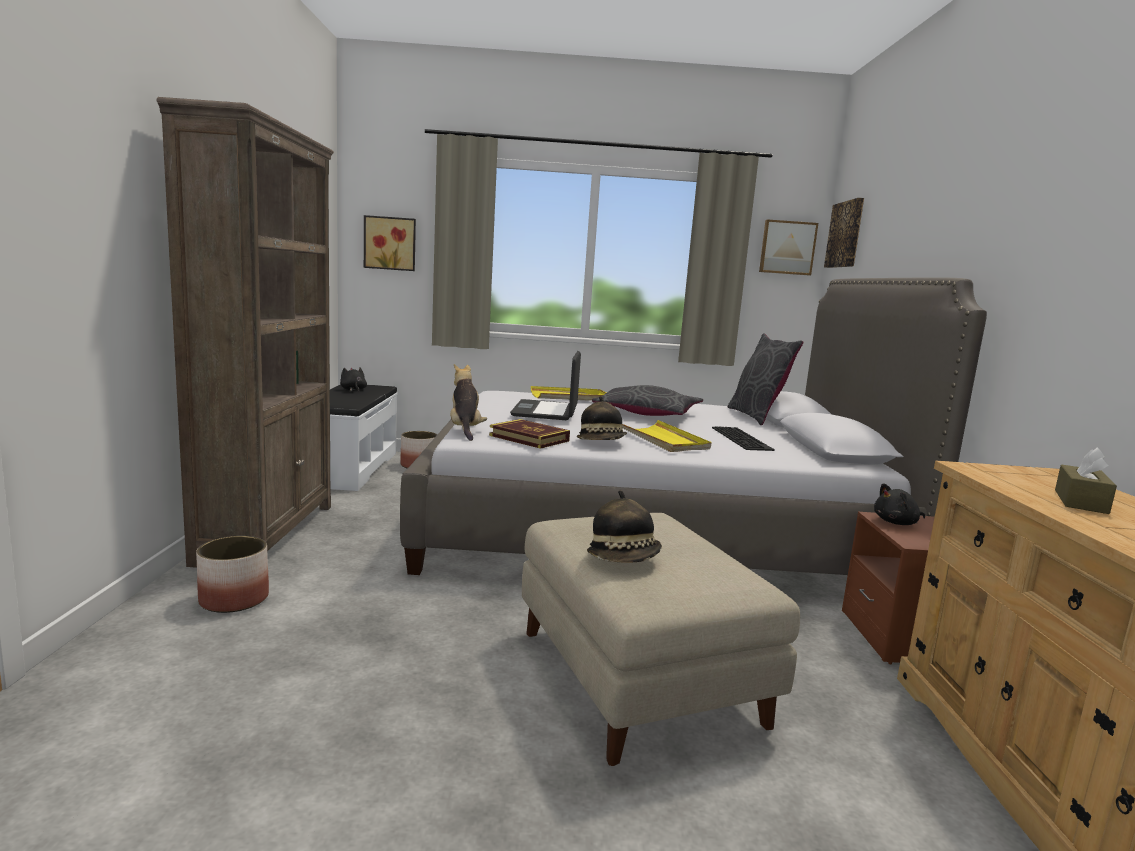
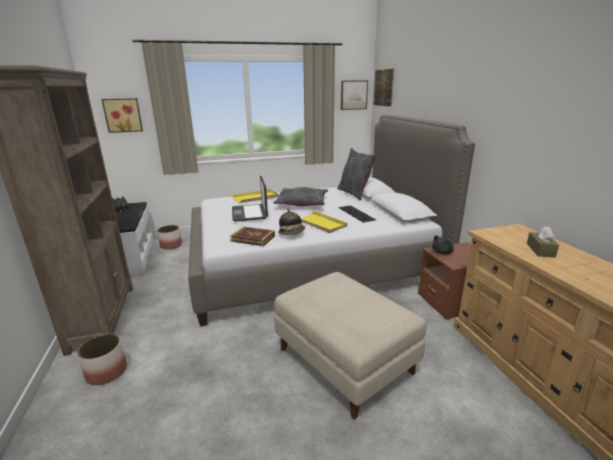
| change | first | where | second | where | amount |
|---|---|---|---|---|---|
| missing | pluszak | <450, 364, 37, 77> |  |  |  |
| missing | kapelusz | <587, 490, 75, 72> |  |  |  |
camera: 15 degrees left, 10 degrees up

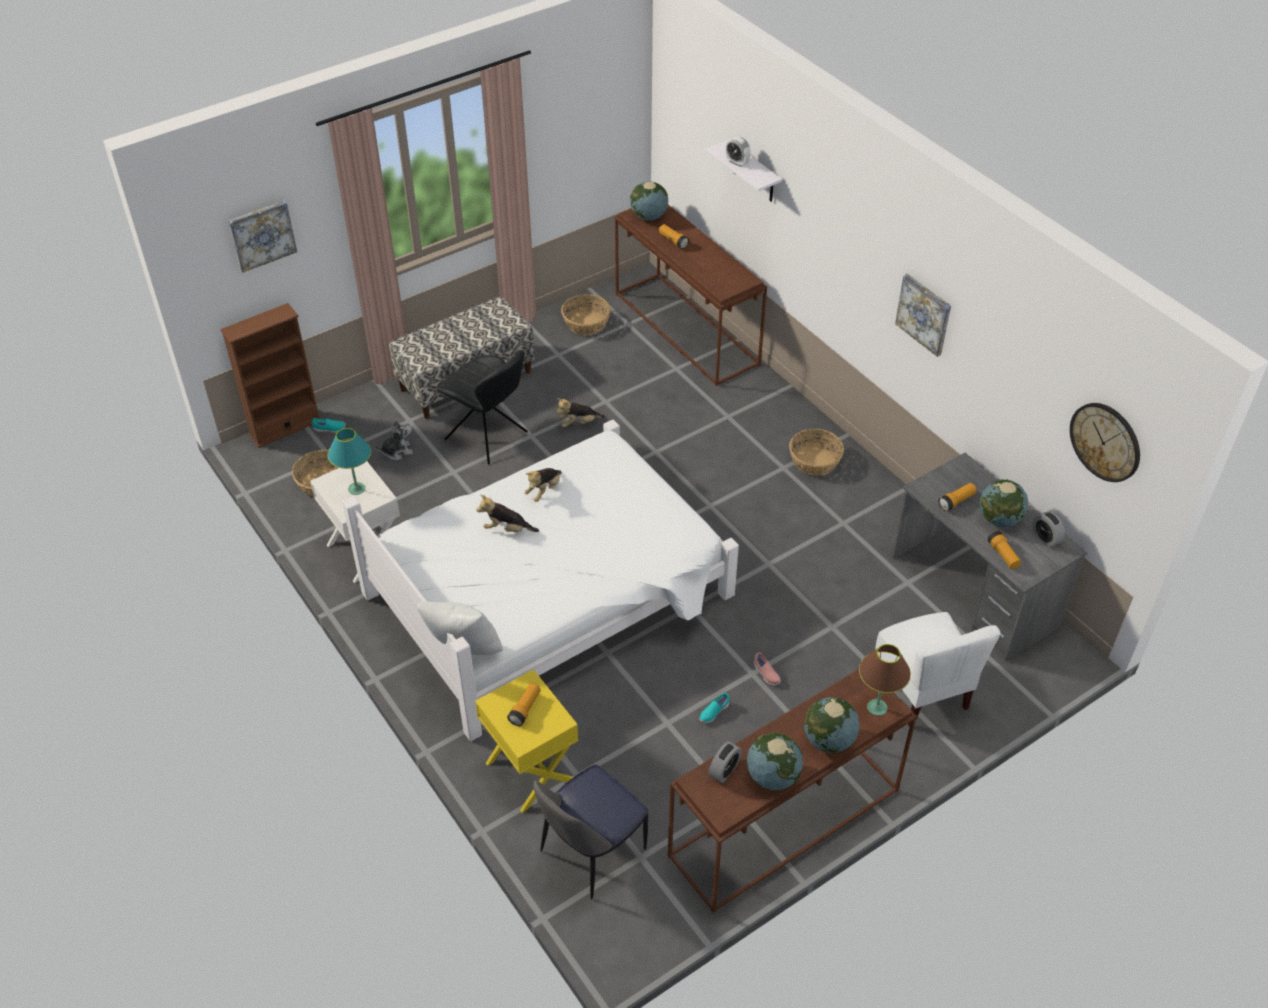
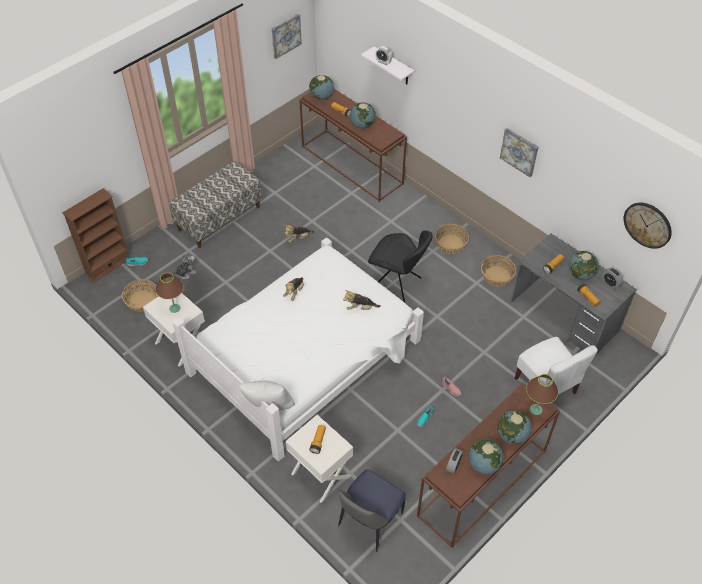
| change | first | where | second | where | amount |
|---|---|---|---|---|---|
| appeared |  |  | globus | <350, 102, 26, 27> |  |
| relocated | obraz | <228, 201, 69, 71> |  | <272, 14, 30, 45> |  |
| relocated | krzesło/czarny | <436, 350, 92, 115> |  | <368, 231, 65, 72> |  |
| relocated | pluszak | <476, 495, 63, 37> |  | <343, 290, 38, 20> |  |
| relocated | koszyk | <561, 294, 50, 41> |  | <481, 255, 36, 31> |  |
| colour | lampa stołowa/turkusowy | <328, 428, 43, 67> | lampa stołowa/brązowy | <155, 273, 29, 40> |  |
| colour | szafka nocna/żółty | <475, 669, 103, 144> | szafka nocna/biały | <286, 415, 67, 88> |  |
camera: 10 degrees left, 5 degrees up

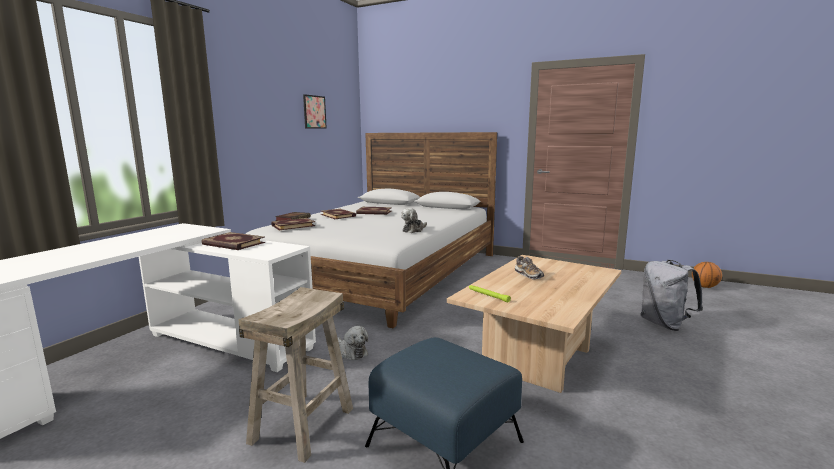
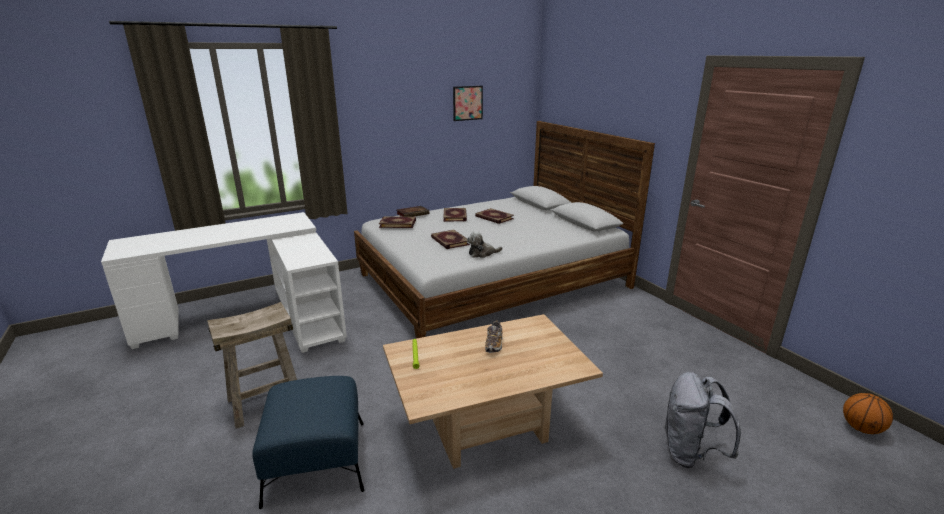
| change | first | where | second | where | amount |
|---|---|---|---|---|---|
| missing | pluszak | <338, 326, 30, 34> |  |  |  |
| relocated | książka | <202, 232, 63, 18> |  | <431, 230, 39, 19> |  |
camera: 35 degrees right, 10 degrees up

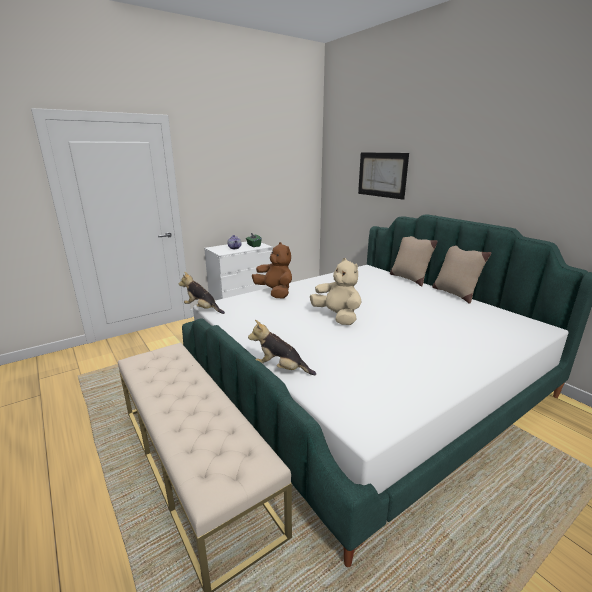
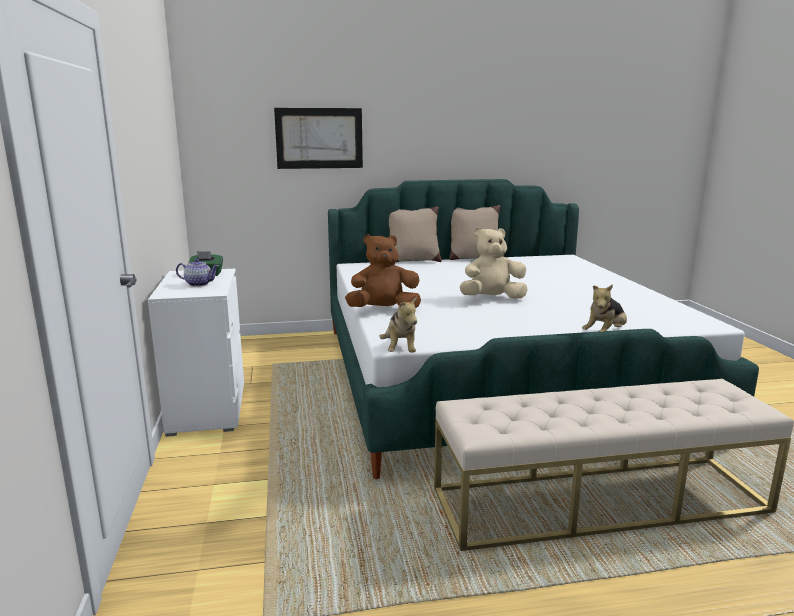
| change | first | where | second | where | amount |
|---|---|---|---|---|---|
| spun | pluszak | <179, 272, 46, 42> |  | <379, 296, 38, 57> | 60 degrees counterclockwise |
camera: 65 degrees left, 5 degrees down

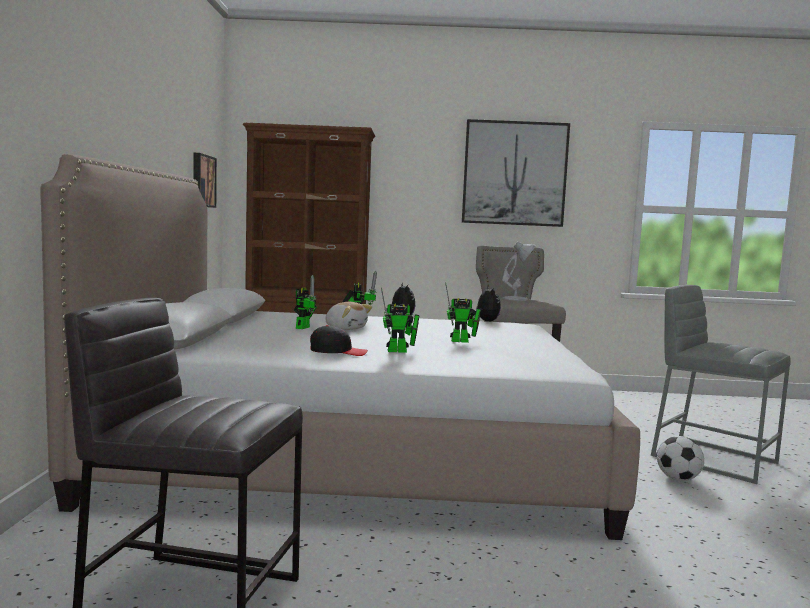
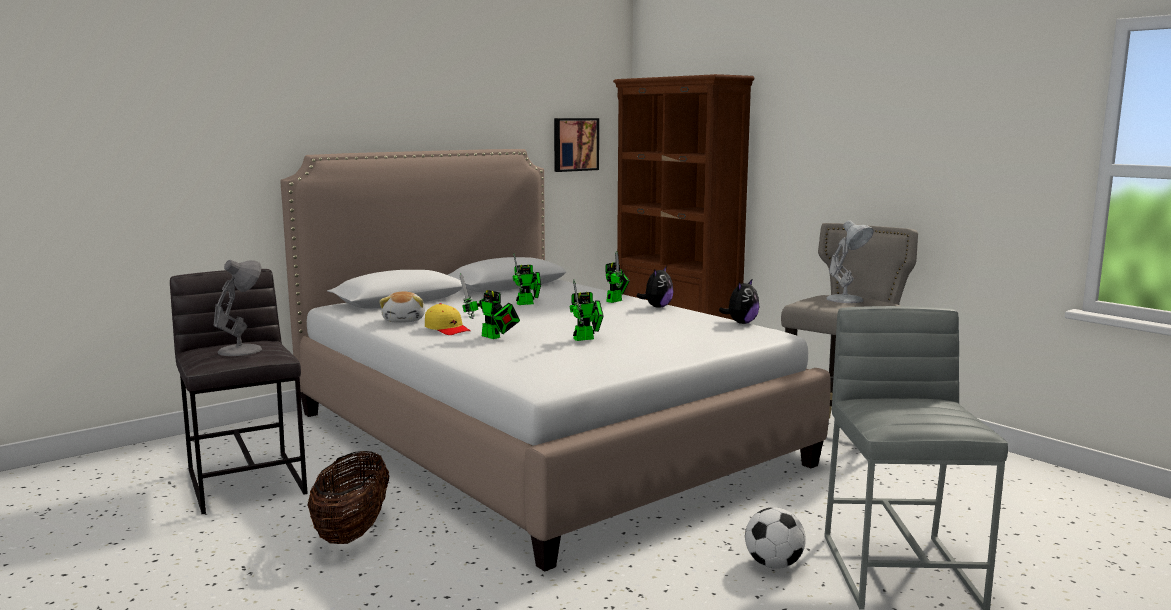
| change | first | where | second | where | amount |
|---|---|---|---|---|---|
| missing | obraz | <462, 119, 108, 108> |  |  |  |
| appeared |  |  | lampa stołowa/szary | <213, 260, 49, 96> |  |
| appeared |  |  | koszyk | <307, 451, 82, 93> |  |
| relocated | pluszak | <325, 302, 47, 28> |  | <379, 292, 46, 31> |  |
| colour | czapka z daszkiem/czarny | <310, 325, 58, 31> | czapka z daszkiem/żółty | <425, 303, 45, 32> |  |
| spun | robot zabawkowy | <445, 282, 36, 61> |  | <569, 279, 35, 62> | 75 degrees counterclockwise |
camera: 50 degrees right, 5 degrees up

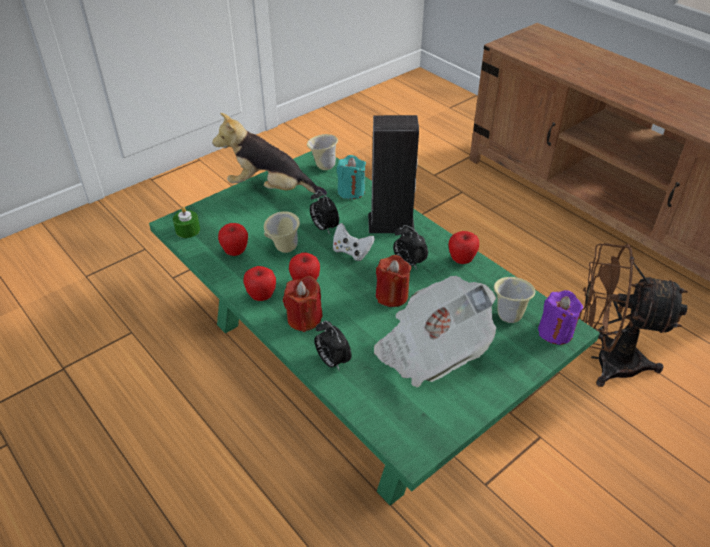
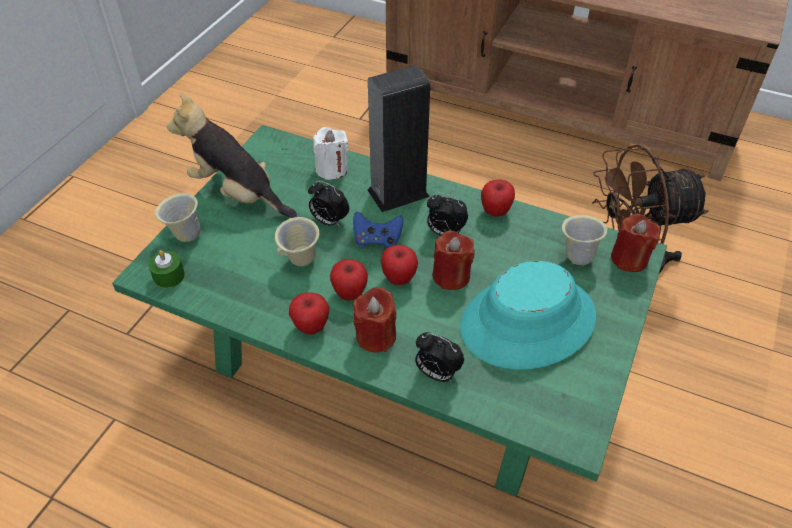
| change | first | where | second | where | amount |
|---|---|---|---|---|---|
| relocated | jabłko | <218, 223, 30, 33> |  | <381, 245, 37, 40> |  |
| relocated | kubek/beżowy | <307, 134, 31, 36> |  | <155, 193, 45, 49> |  |
| exchanged | gazeta | <374, 276, 122, 112> | kapelusz/turkusowy | <460, 261, 136, 109> |  |
| colour | pad do gier/biały | <333, 223, 42, 38> | pad do gier/niebieski | <353, 211, 50, 37> |  |
| colour | świeca/turkusowy | <337, 155, 29, 44> | świeca/biały | <313, 127, 35, 53> |  |
| colour | świeca/fioletowy | <538, 290, 45, 55> | świeca/czerwony | <611, 214, 49, 58> |  |
| spun | pluszak | <212, 113, 115, 82> |  | <167, 93, 130, 125> | 45 degrees clockwise |
camera: 25 degrees left, 5 degrees up

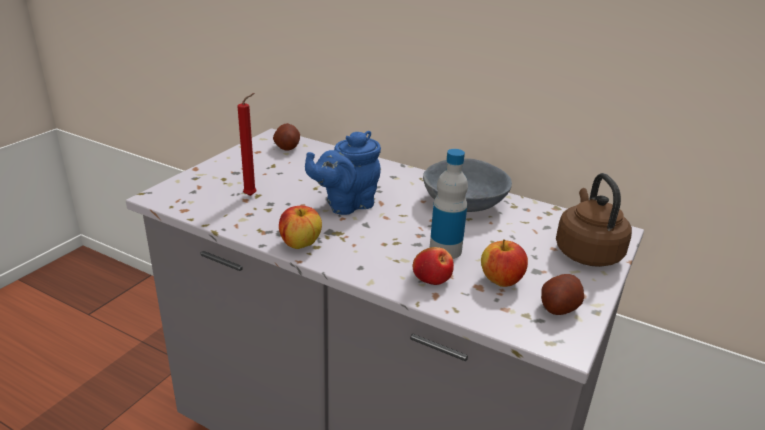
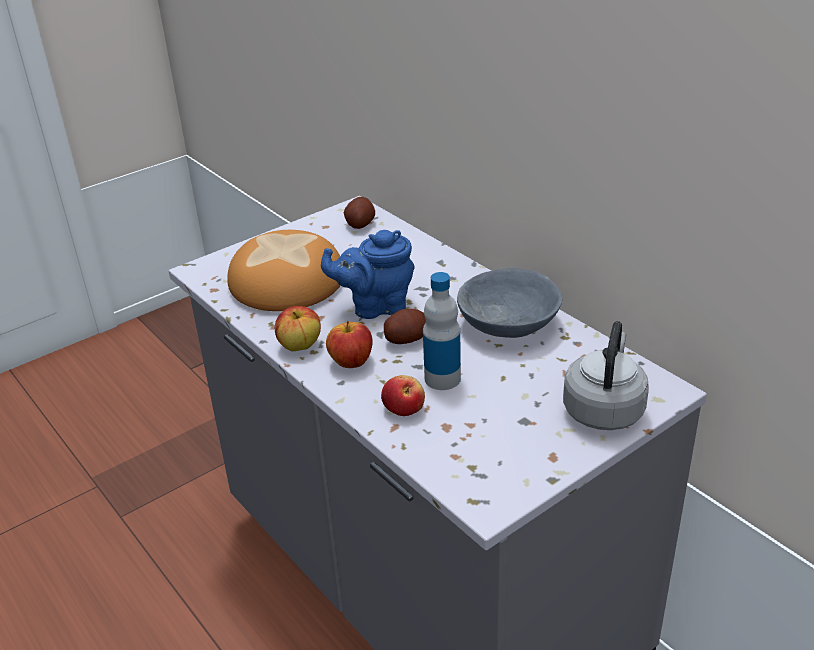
| change | first | where | second | where | amount |
|---|---|---|---|---|---|
| relocated | jabłko | <481, 239, 47, 48> |  | <326, 321, 47, 47> |  |
| relocated | ziemniak | <541, 274, 43, 41> |  | <384, 309, 42, 35> |  |
| exchanged | świeca/czerwony | <238, 93, 19, 103> | chleb | <227, 230, 113, 81> |  |
| colour | czajnik/brązowy | <556, 173, 76, 94> | czajnik/szary | <563, 321, 86, 109> |  |
camera: 25 degrees right, 5 degrees up

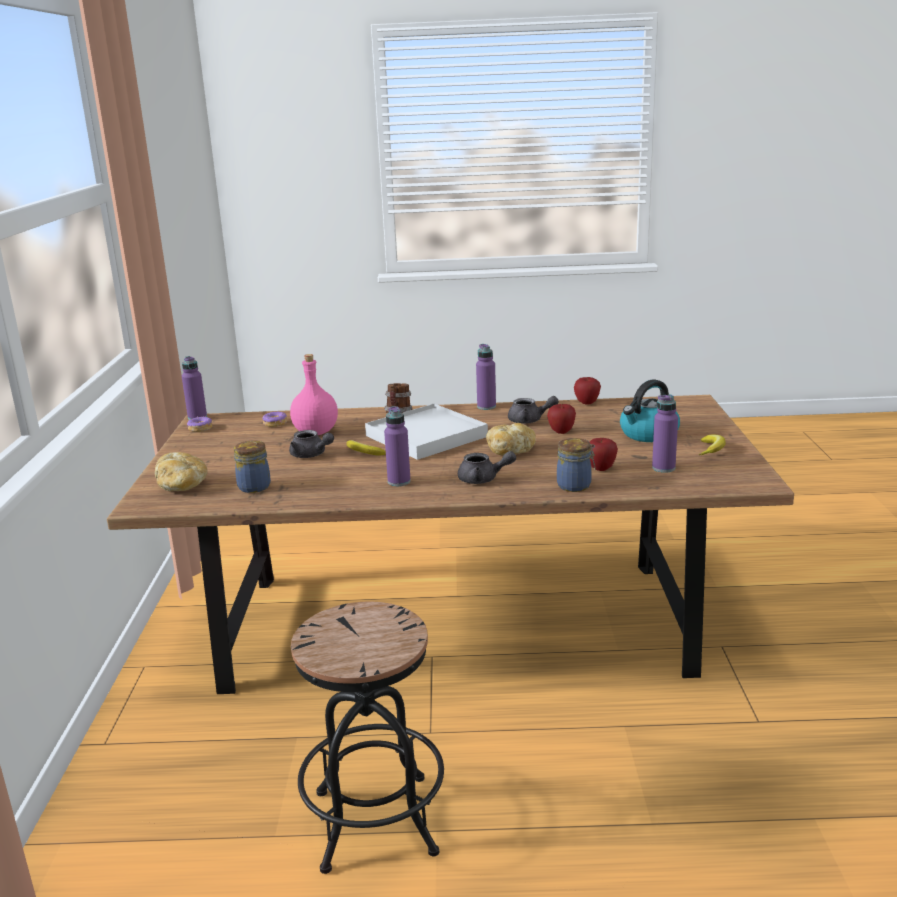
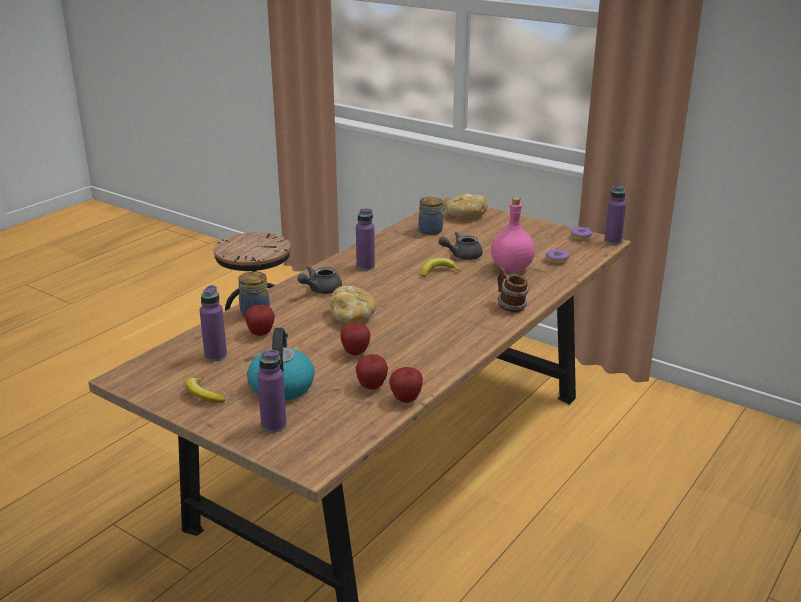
| change | first | where | second | where | amount |
|---|---|---|---|---|---|
| missing | taca/biały | <365, 404, 123, 56> |  |  |  |
| missing | imbryk/szary | <508, 396, 51, 28> |  |  |  |
| appeared |  |  | jabłko | <356, 354, 32, 36> |  |
| relocated | butelka/fioletowy | <476, 344, 20, 66> |  | <257, 350, 30, 82> |  |
camera: 125 degrees right, 5 degrees up

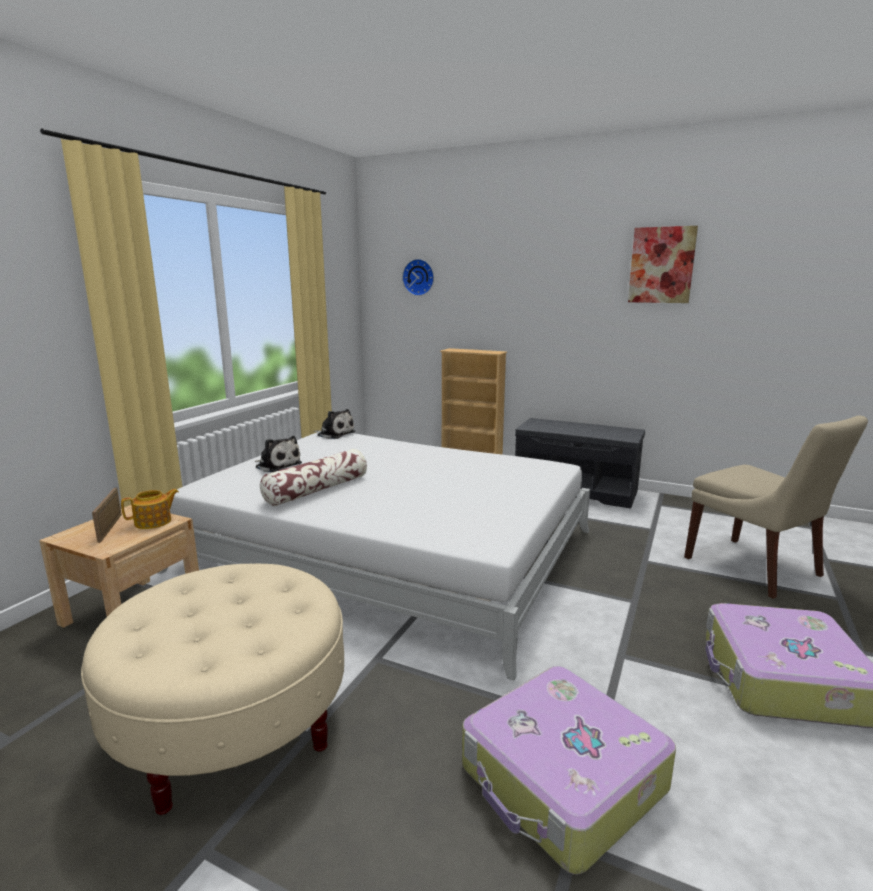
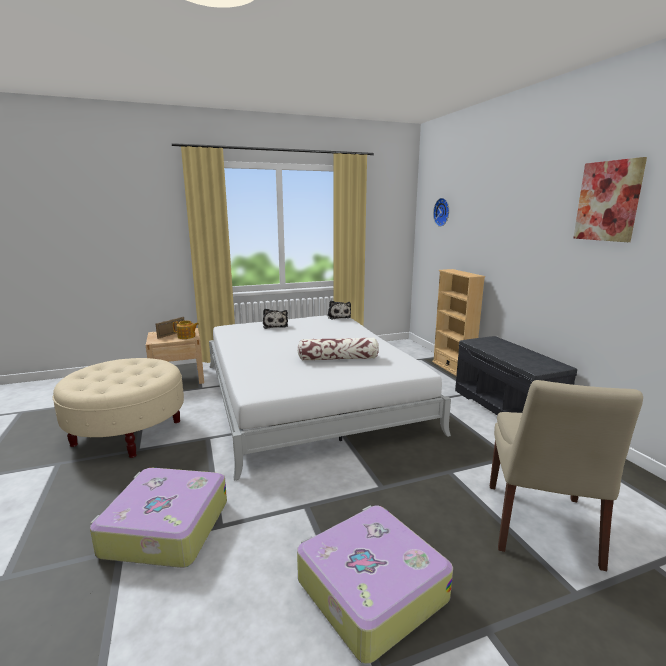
| change | first | where | second | where | amount |
|---|---|---|---|---|---|
| relocated | poduszka | <260, 449, 107, 57> |  | <297, 337, 82, 24> |  |
camera: 45 degrees right, 0 degrees up

